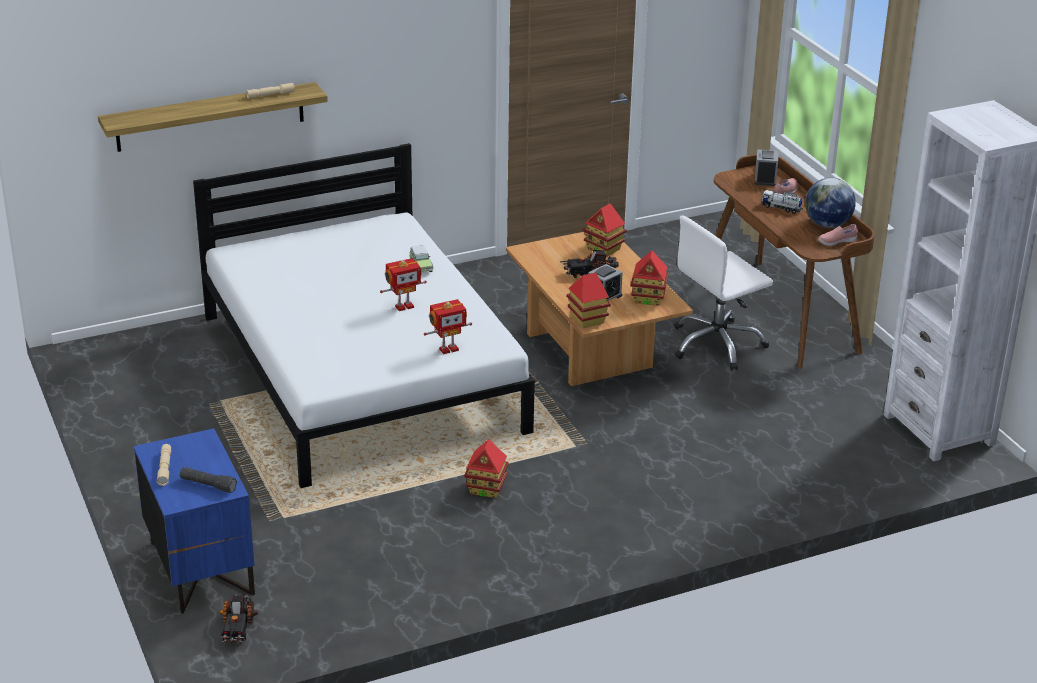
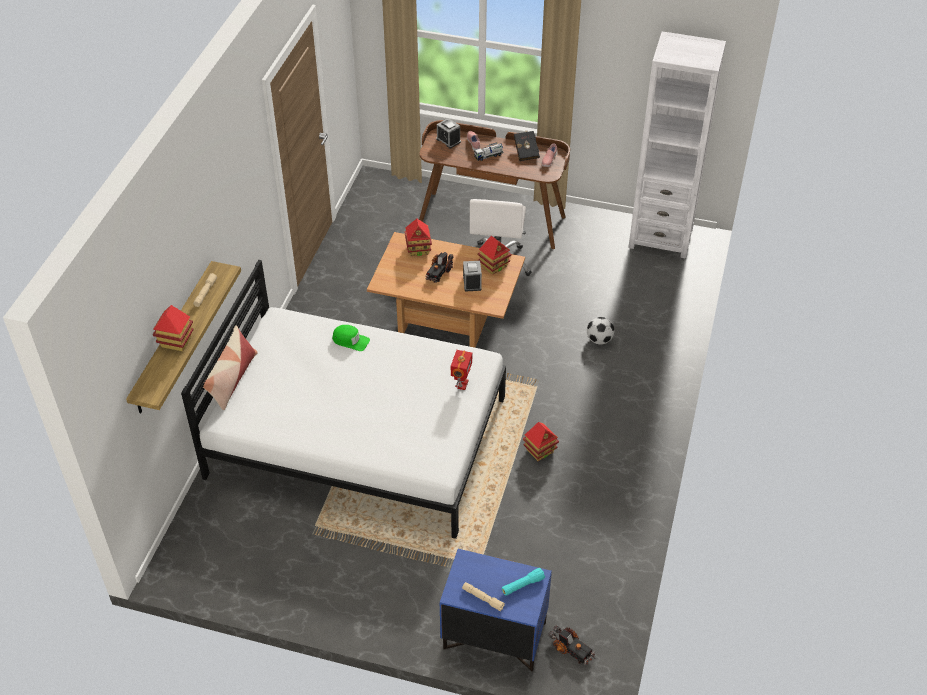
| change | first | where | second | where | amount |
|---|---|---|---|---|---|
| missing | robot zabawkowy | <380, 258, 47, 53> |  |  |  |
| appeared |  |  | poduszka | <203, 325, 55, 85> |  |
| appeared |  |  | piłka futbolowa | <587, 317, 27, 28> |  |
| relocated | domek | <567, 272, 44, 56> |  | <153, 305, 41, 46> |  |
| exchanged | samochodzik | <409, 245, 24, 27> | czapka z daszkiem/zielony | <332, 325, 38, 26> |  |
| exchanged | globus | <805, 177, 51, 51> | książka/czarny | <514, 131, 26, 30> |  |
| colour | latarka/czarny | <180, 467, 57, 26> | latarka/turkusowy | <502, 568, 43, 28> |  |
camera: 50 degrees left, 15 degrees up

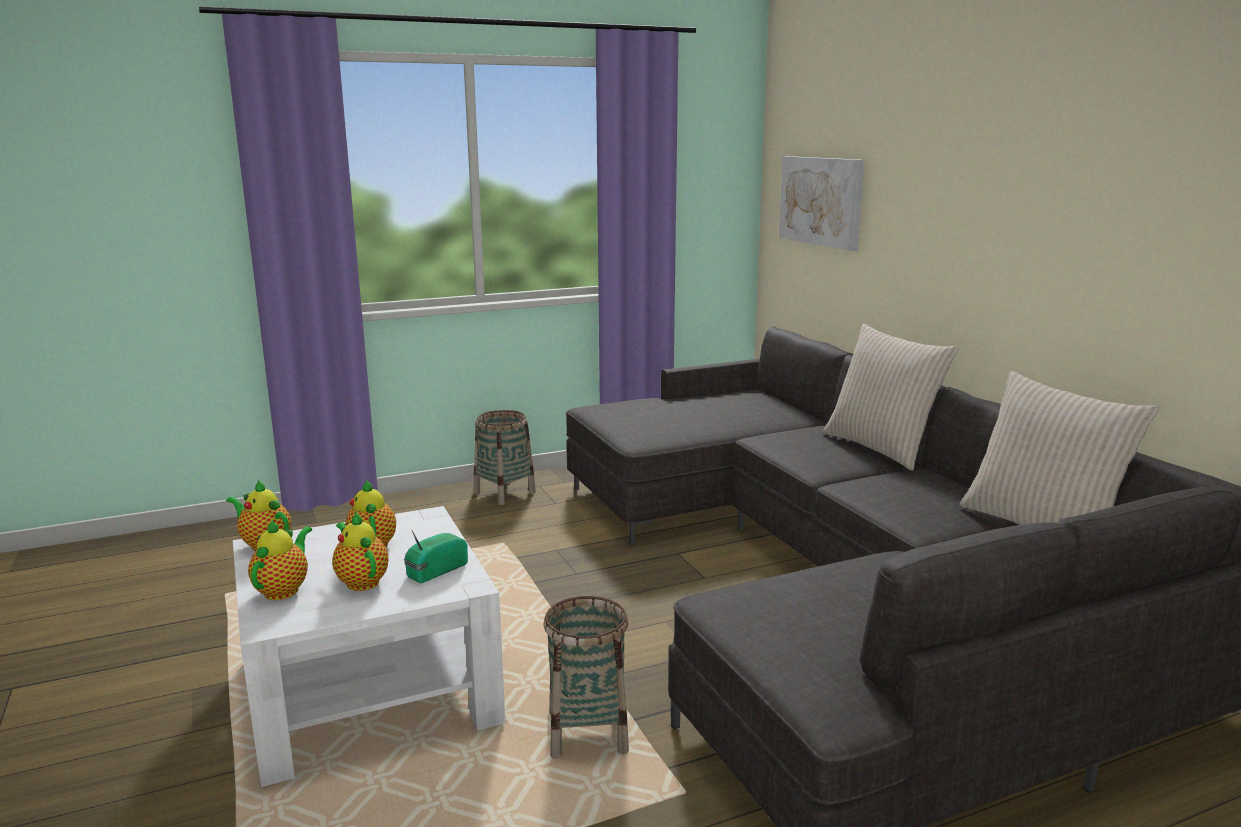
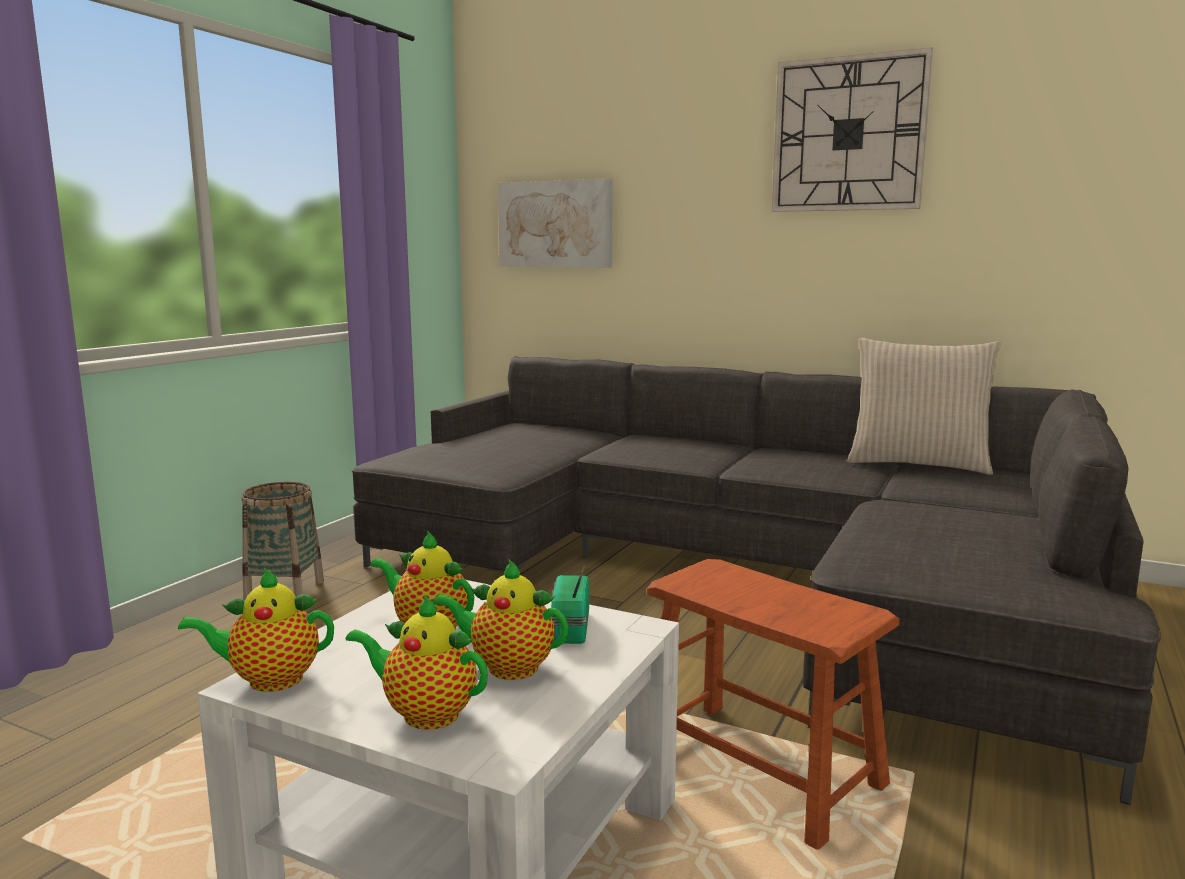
| change | first | where | second | where | amount |
|---|---|---|---|---|---|
| missing | poduszka/beżowy | <823, 324, 136, 147> |  |  |  |
| appeared |  |  | zegar ścienny | <772, 47, 161, 165> |  |
| exchanged | koszyk | <543, 596, 86, 163> | stołek/brązowy | <647, 559, 253, 291> |  |
| spun | imbryk | <248, 519, 64, 81> |  | <346, 595, 142, 135> | 45 degrees counterclockwise |
camera: 40 degrees left, 5 degrees down

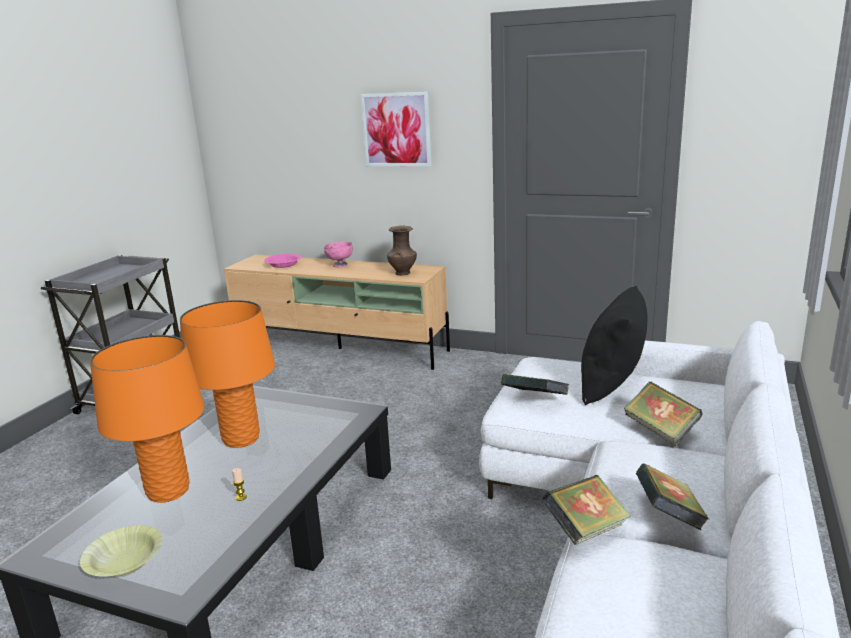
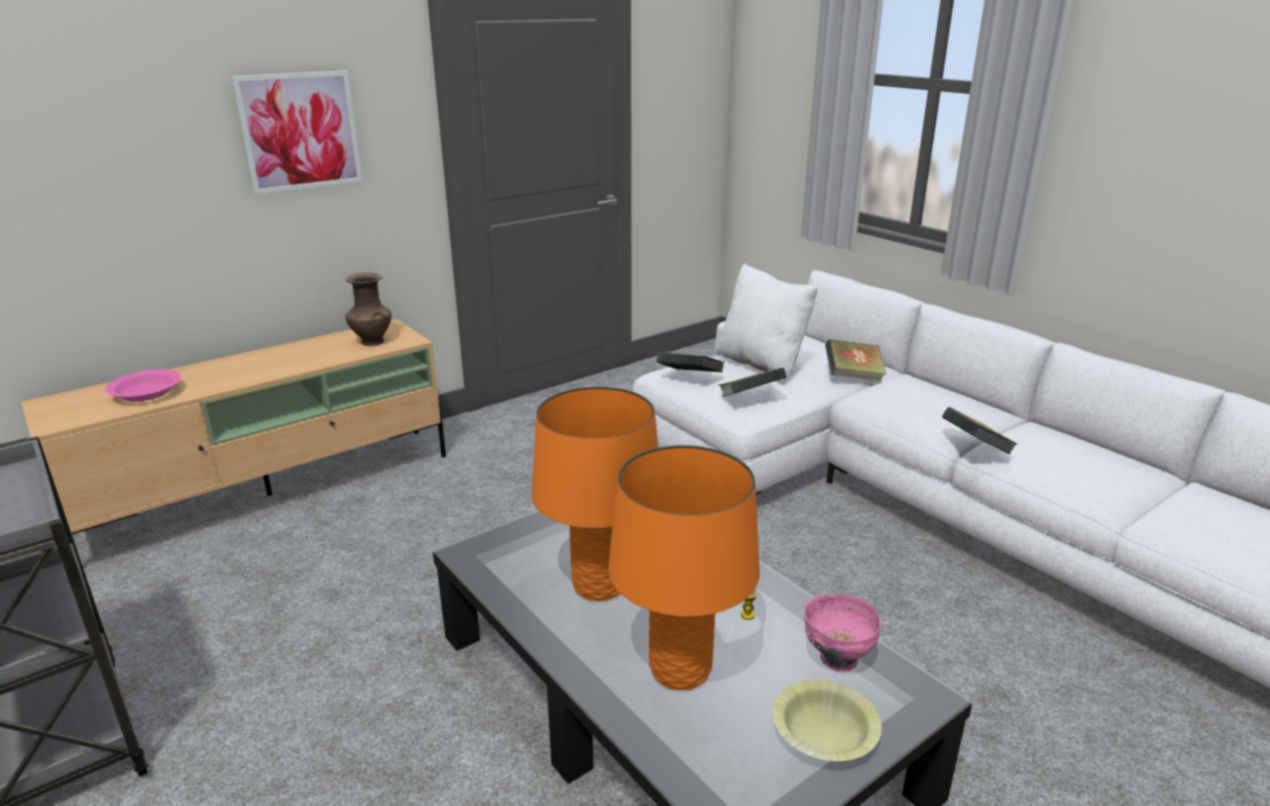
| change | first | where | second | where | amount |
|---|---|---|---|---|---|
| relocated | miska/różowy | <324, 242, 29, 25> |  | <804, 594, 76, 78> |  |
| relocated | książka | <636, 463, 73, 67> |  | <657, 352, 67, 20> |  |
| colour | poduszka/czarny | <581, 286, 66, 119> | poduszka/biały | <716, 264, 102, 120> |  |
camera: 60 degrees left, 5 degrees up

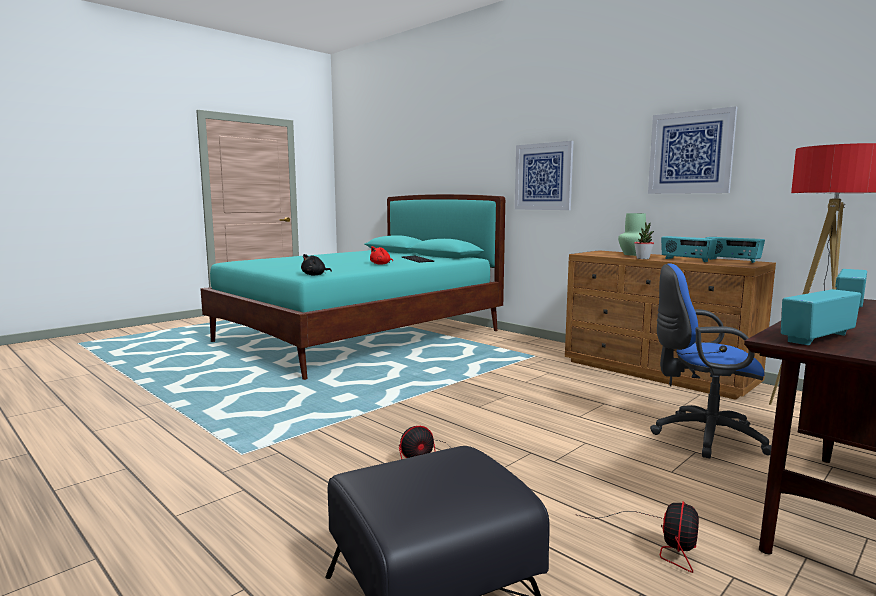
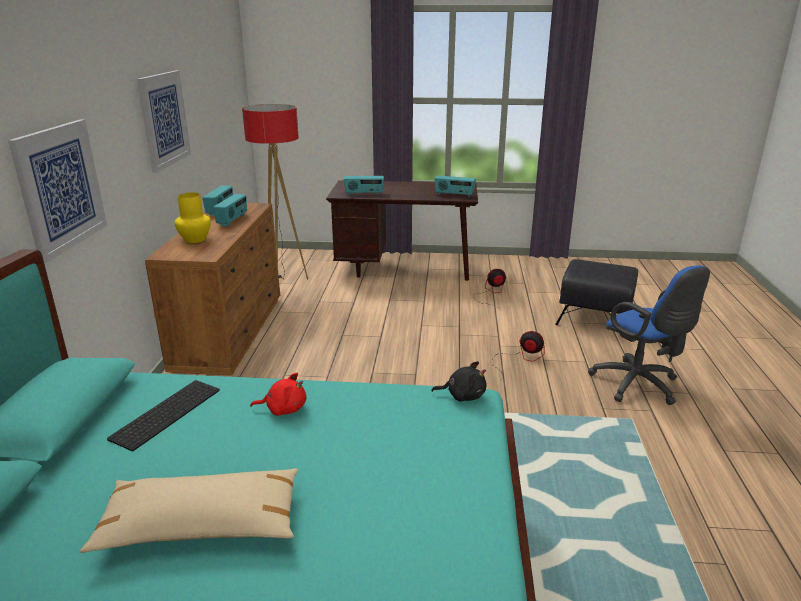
| change | first | where | second | where | amount |
|---|---|---|---|---|---|
| missing | roślina doniczkowa | <634, 222, 20, 37> |  |  |  |
| appeared |  |  | poduszka/beżowy | <80, 468, 218, 85> |  |
| relocated | krzesło biurowe/niebieski | <650, 263, 121, 195> |  | <588, 265, 122, 140> |  |
| colour | wazon/zielony | <618, 213, 33, 43> | wazon/żółty | <174, 192, 37, 51> |  |
camera: 130 degrees left, 15 degrees up

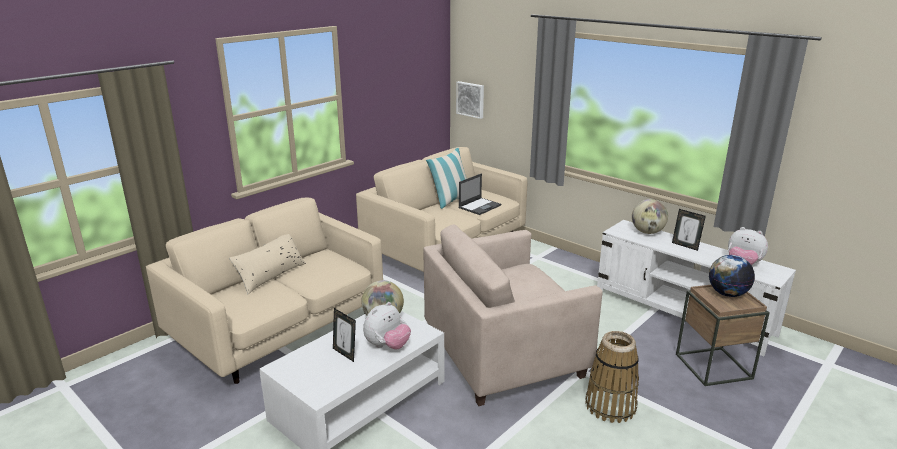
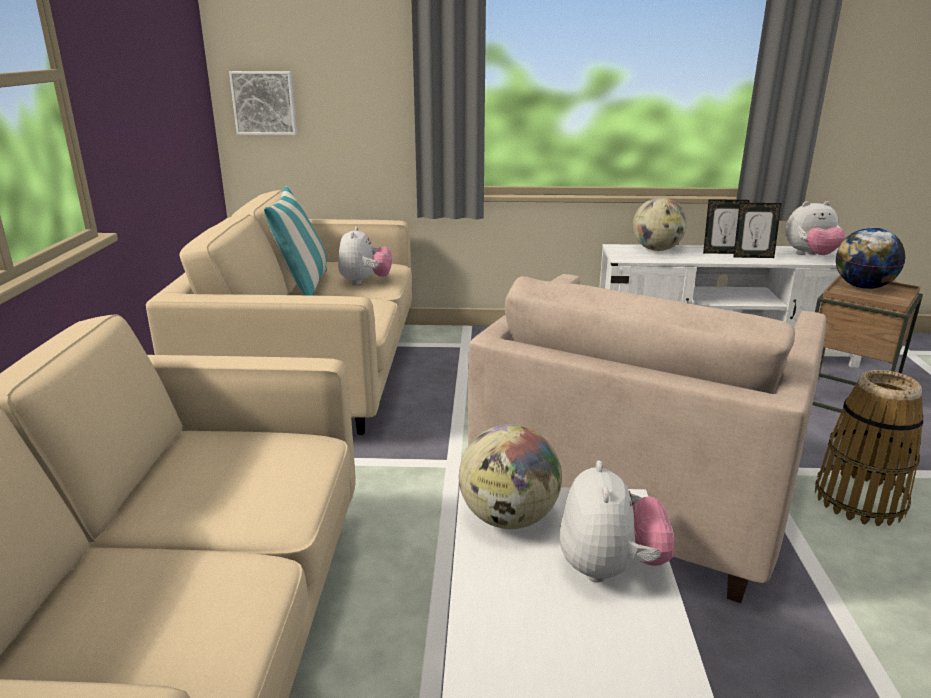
| change | first | where | second | where | amount |
|---|---|---|---|---|---|
| missing | poduszka/beżowy | <229, 234, 77, 60> |  |  |  |
| relocated | ramka na zdjęcie | <333, 308, 23, 54> |  | <733, 203, 48, 55> |  |
| exchanged | laptop | <458, 173, 43, 42> | pluszak | <338, 226, 54, 59> |  |
camera: 40 degrees left, 0 degrees up

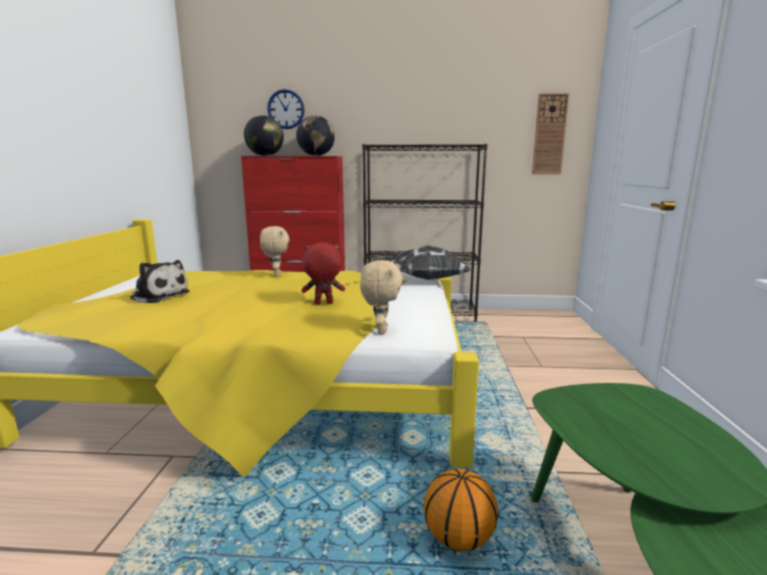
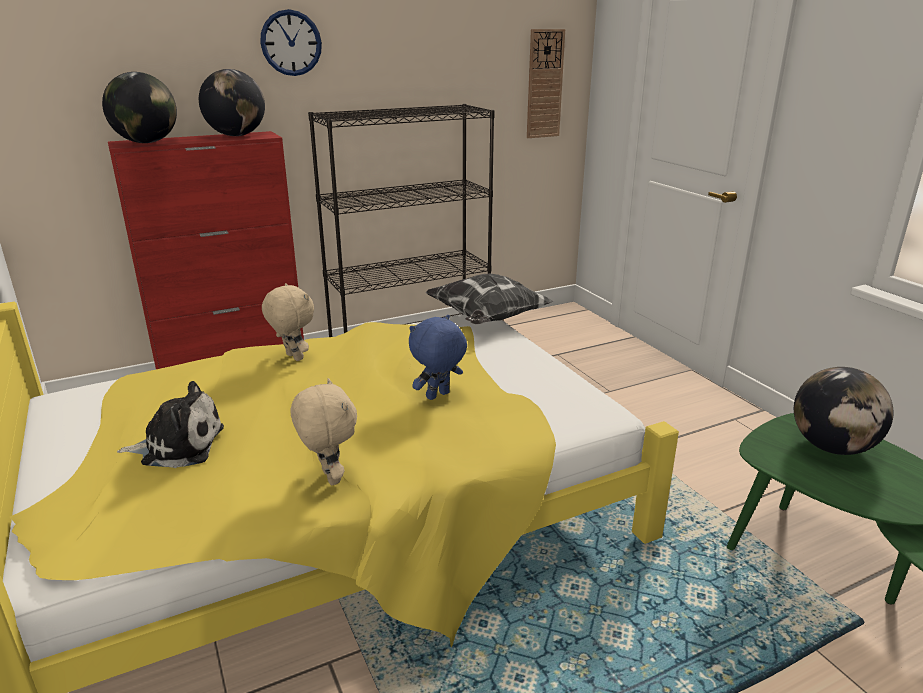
| change | first | where | second | where | amount |
|---|---|---|---|---|---|
| missing | piłka do koszykówki | <424, 469, 74, 82> |  |  |  |
| appeared |  |  | globus | <794, 367, 99, 88> |  |
| relocated | zegar ścienny | <267, 89, 38, 40> |  | <260, 9, 62, 67> |  |
| relocated | pluszak/beżowy | <360, 260, 43, 74> |  | <290, 378, 67, 107> |  |
| colour | pluszak/czerwony | <301, 243, 44, 61> | pluszak/niebieski | <409, 315, 58, 85> |  |
camera: 30 degrees left, 10 degrees up

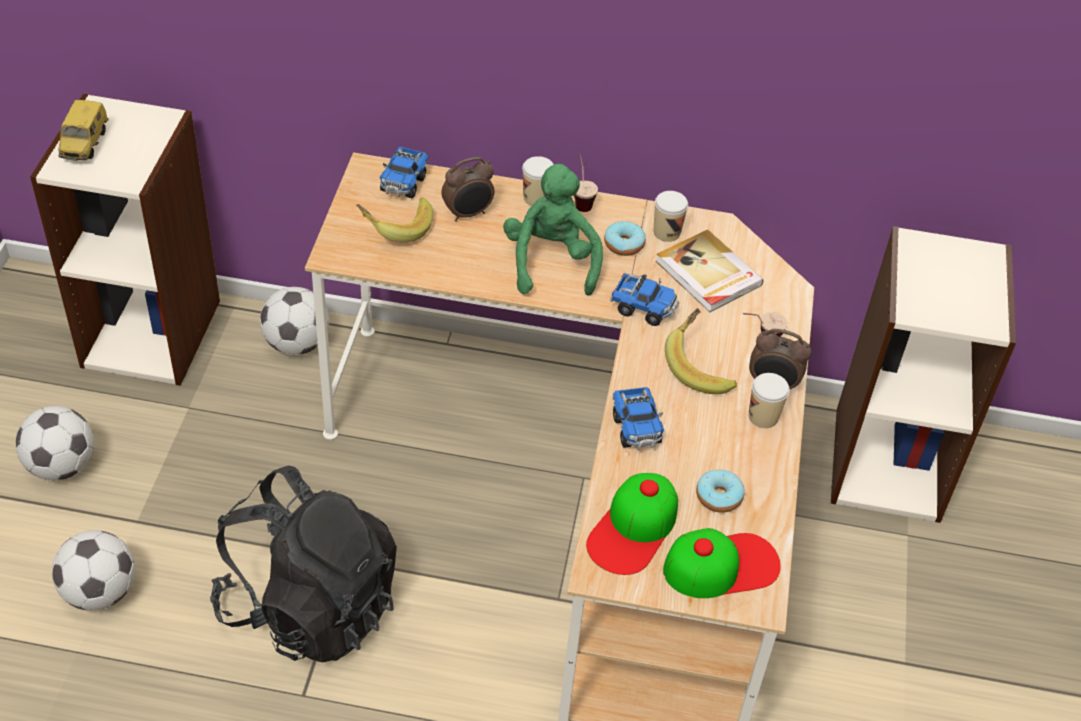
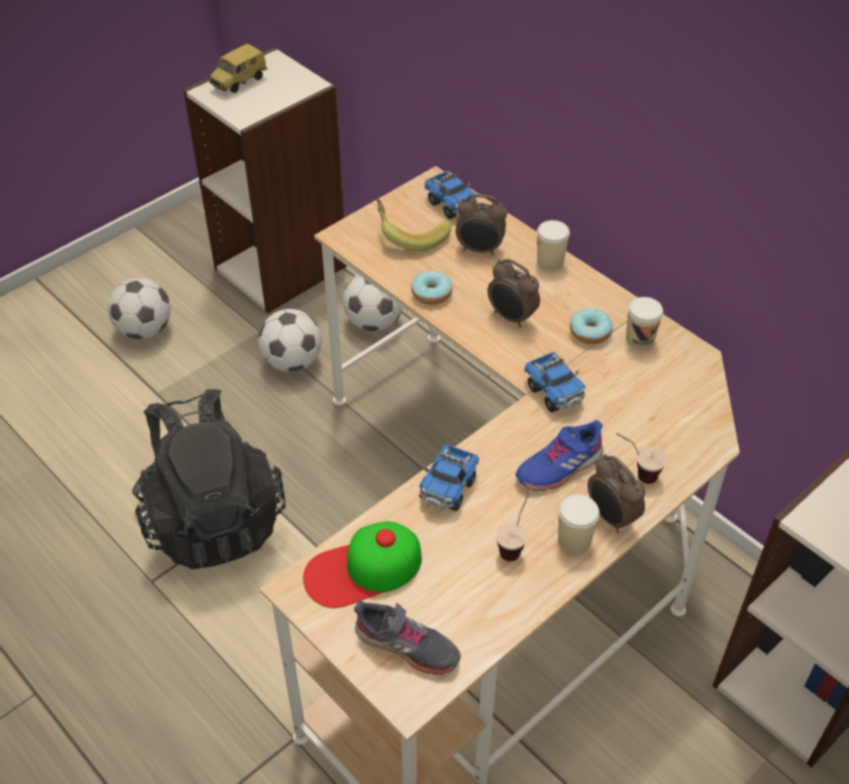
| change | first | where | second | where | amount |
|---|---|---|---|---|---|
| missing | książka | <656, 229, 108, 83> |  |  |  |
| relocated | piłka futbolowa | <52, 530, 83, 81> |  | <258, 309, 64, 63> |  |
| relocated | filiżanka | <574, 154, 24, 58> |  | <496, 493, 33, 68> |  |
| relocated | donut | <696, 469, 49, 44> |  | <411, 271, 41, 34> |  |
| exchanged | pluszak/zielony | <503, 164, 100, 132> | budzik | <488, 259, 52, 69> |  |
| exchanged | czapka z daszkiem | <663, 528, 118, 70> | but/szary | <354, 601, 107, 74> |  |
| exchanged | banan | <665, 308, 72, 86> | but/niebieski | <515, 420, 88, 71> |  |
| spun | ciężarówka zabawkowa | <380, 147, 48, 51> |  | <424, 171, 53, 48> | 90 degrees counterclockwise |
camera: 40 degrees right, 0 degrees up

